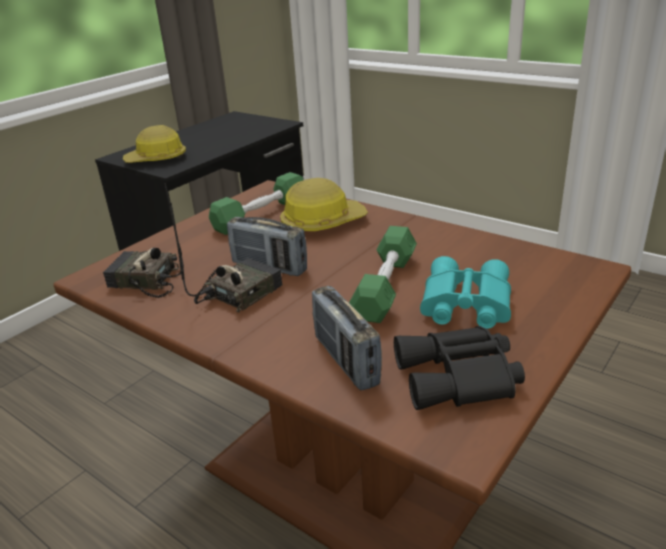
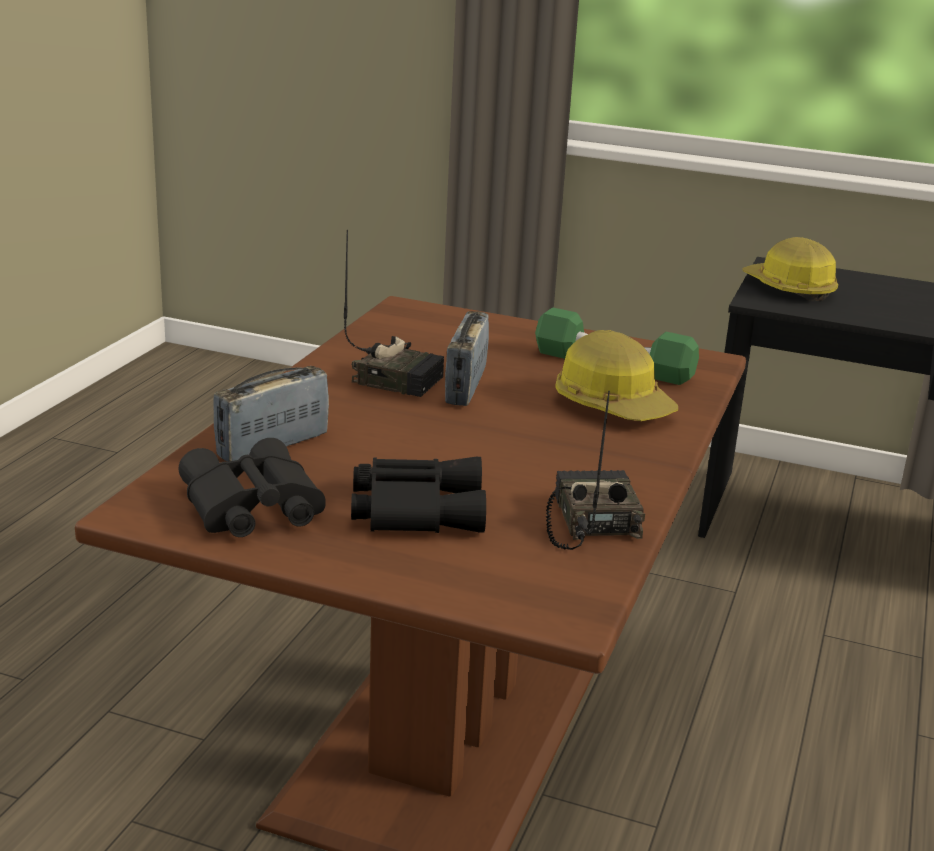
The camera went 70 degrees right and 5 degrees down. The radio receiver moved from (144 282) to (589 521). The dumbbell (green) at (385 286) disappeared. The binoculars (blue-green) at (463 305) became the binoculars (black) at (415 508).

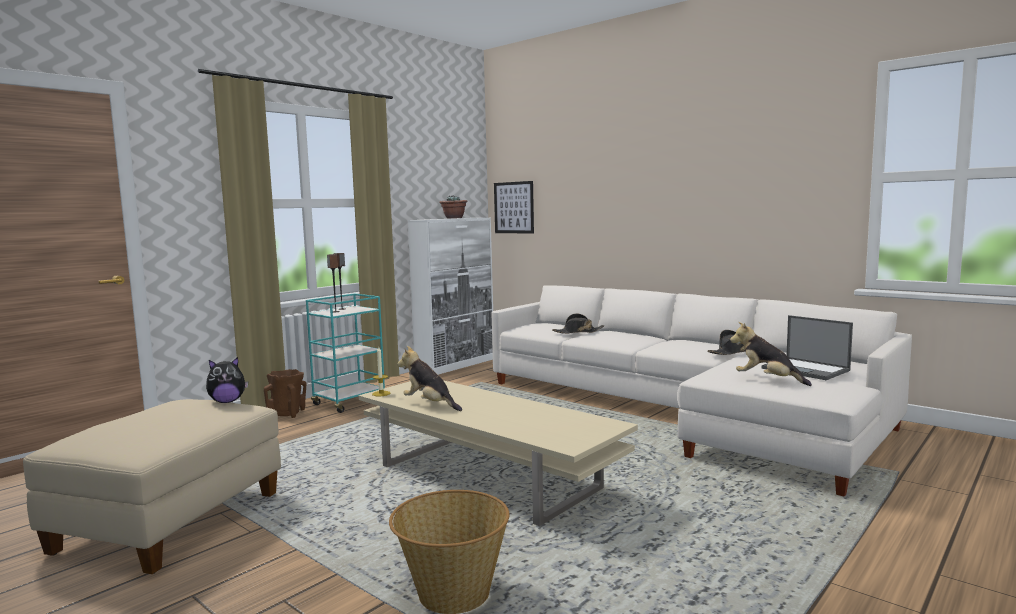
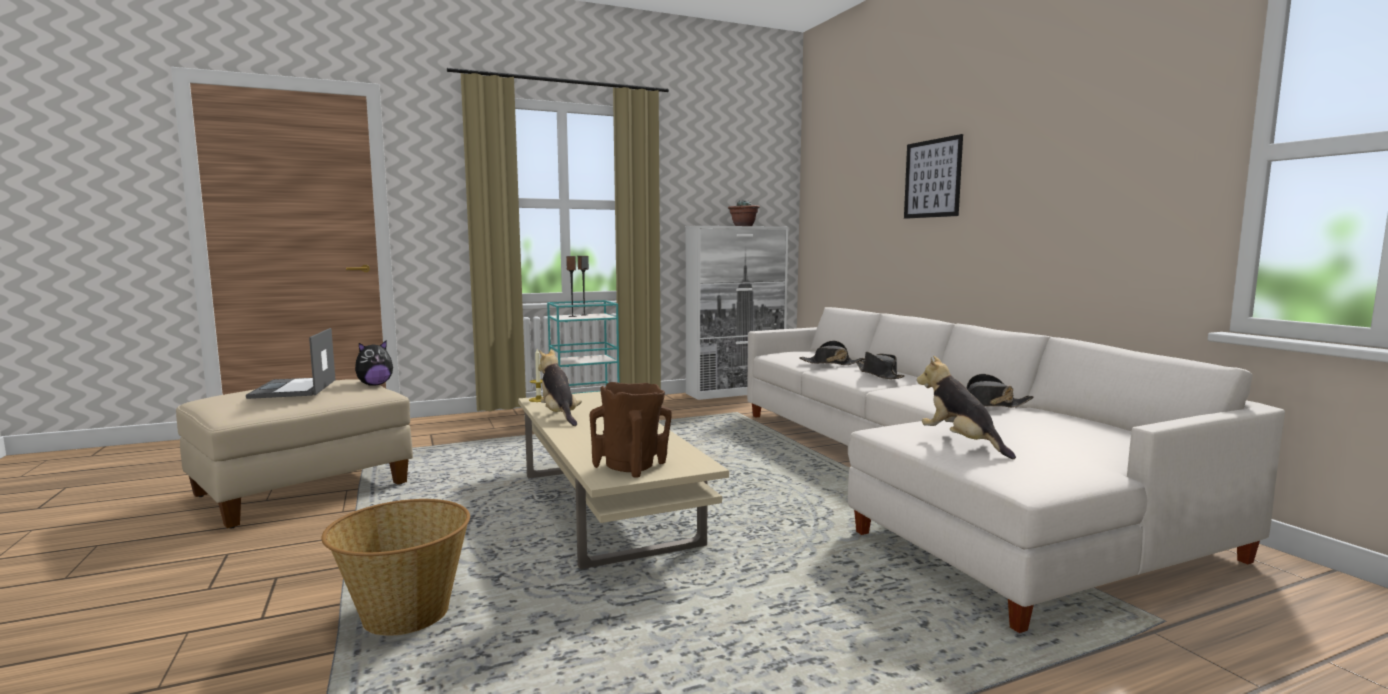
The camera went 25 degrees right and 0 degrees up. The wall picture moved from (514 207) to (932 178). The laptop moved from (806 369) to (294 389). The plush toy at (227 402) turned 45 degrees counterclockwise. The vase (brown-coloured) moved from (288 413) to (632 467). The wearable hat (black) at (879 374) appeared.

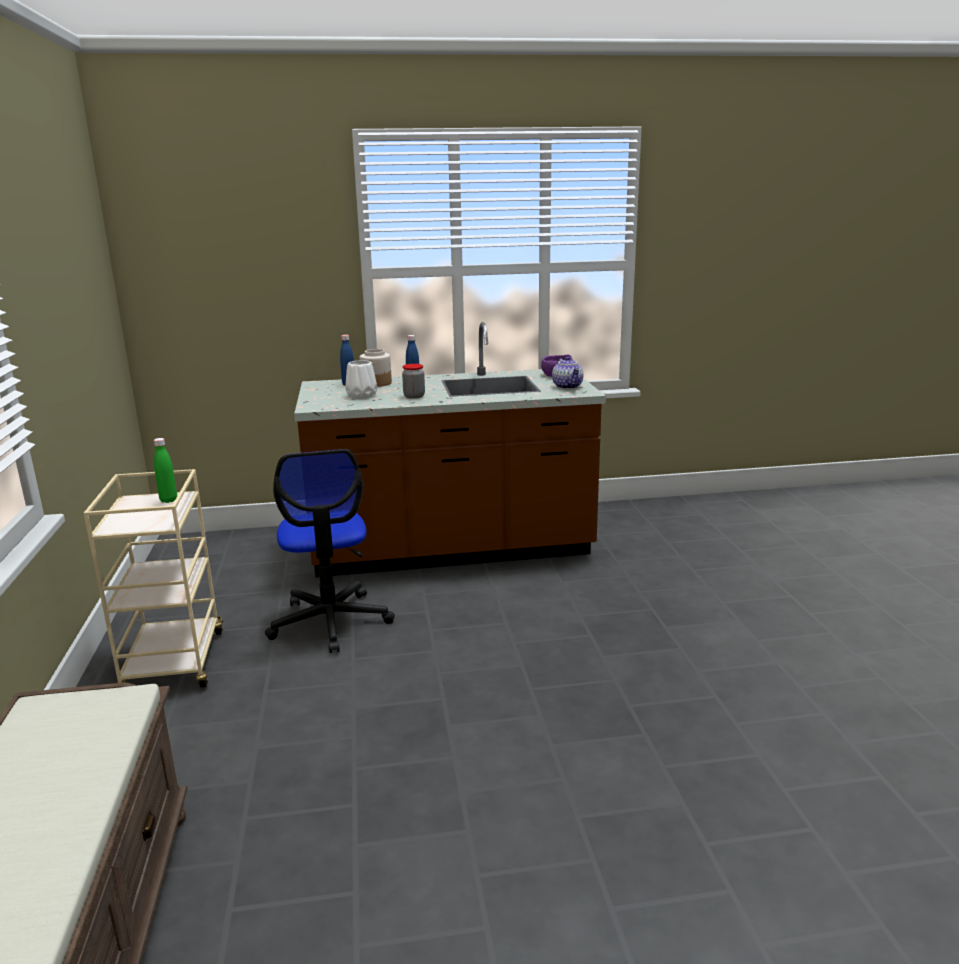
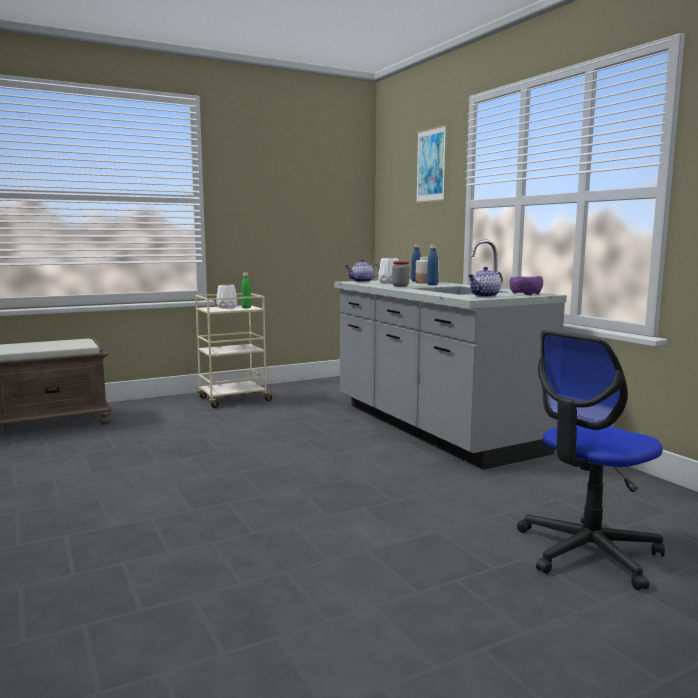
The camera went 70 degrees right and 10 degrees down. The kitchen counter (brown-coloured) at (451 549) became the kitchen counter (gray) at (432 428). The computer chair moved from (330 622) to (588 552). The wall picture at (431 165) appeared. The teapot at (362 281) appeared. The vase (white-coloured) at (226 307) appeared.

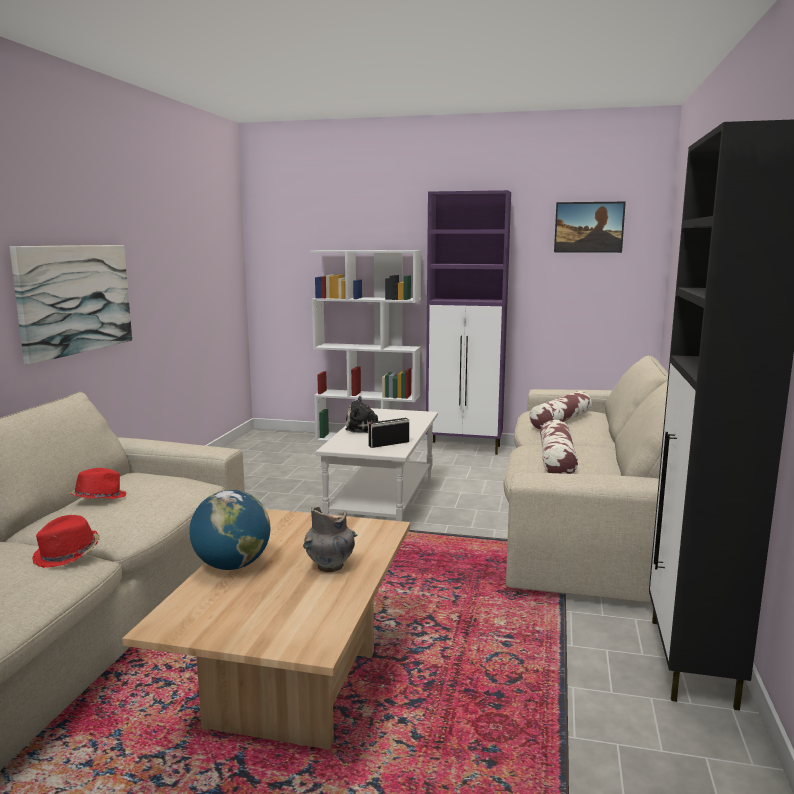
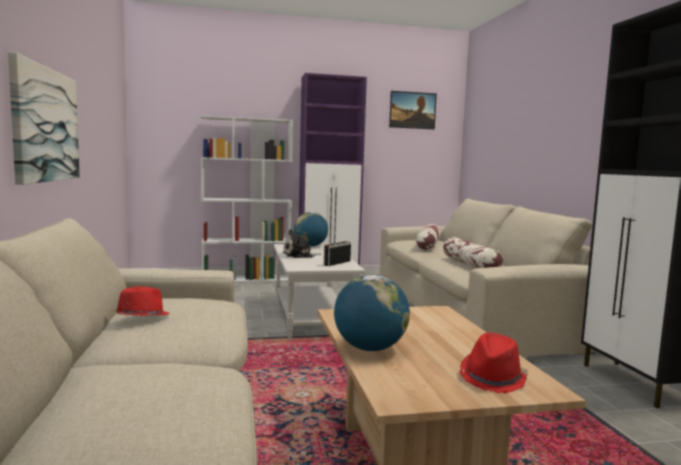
The camera went 25 degrees left and 5 degrees down. The vase (gray) at (330 566) disappeared. The wearable hat (red-coloured) moved from (67 554) to (493 378). The desk globe at (310 246) appeared.

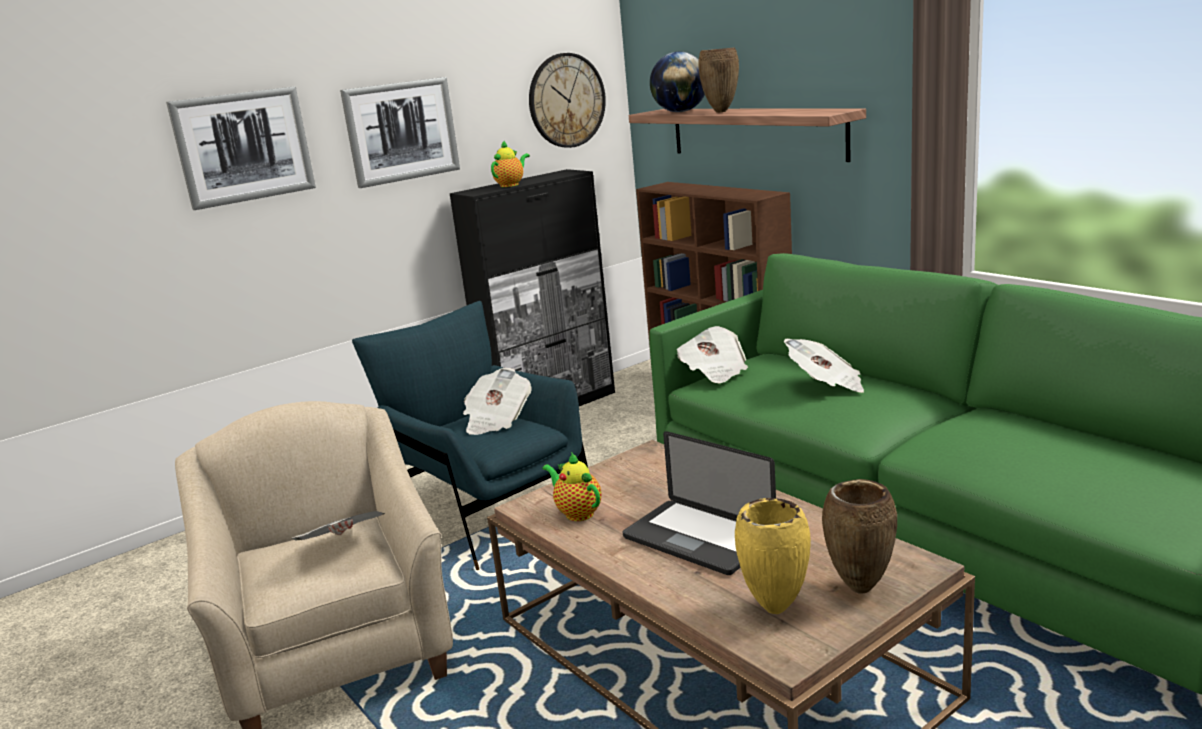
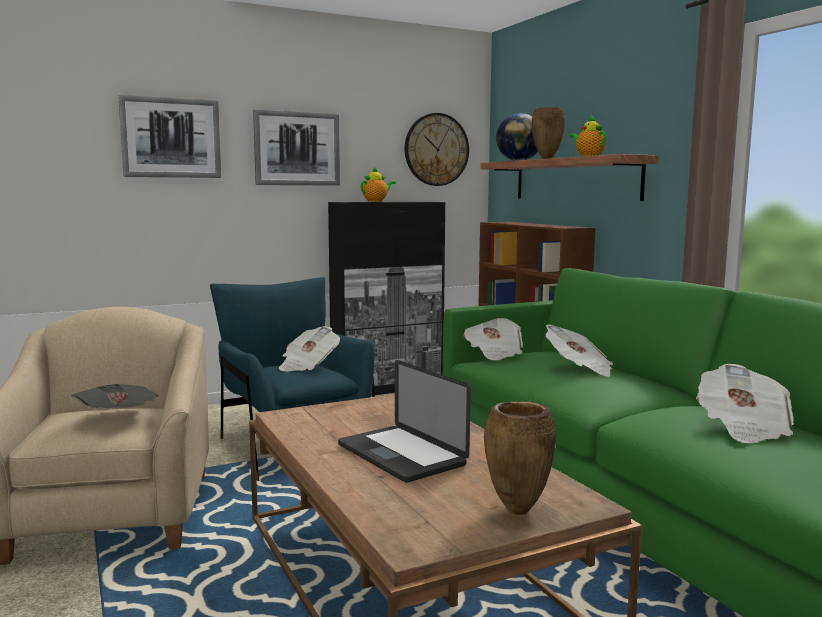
The camera went 10 degrees right and 10 degrees down. The teapot moved from (577 513) to (588 157). The vase (yellow) at (774 610) disappeared. The printed paper at (742 428) appeared.

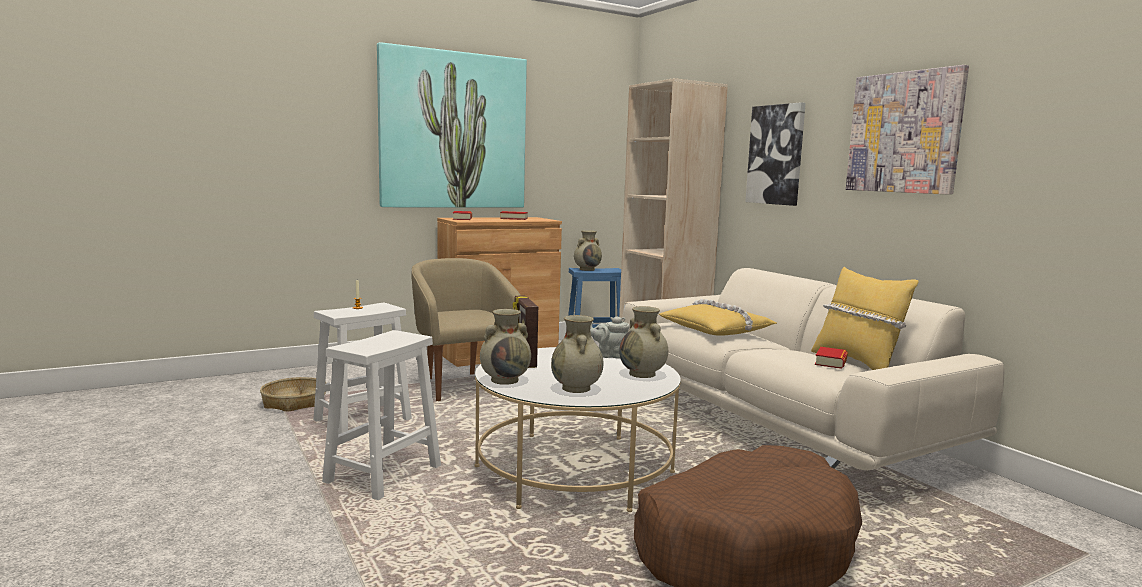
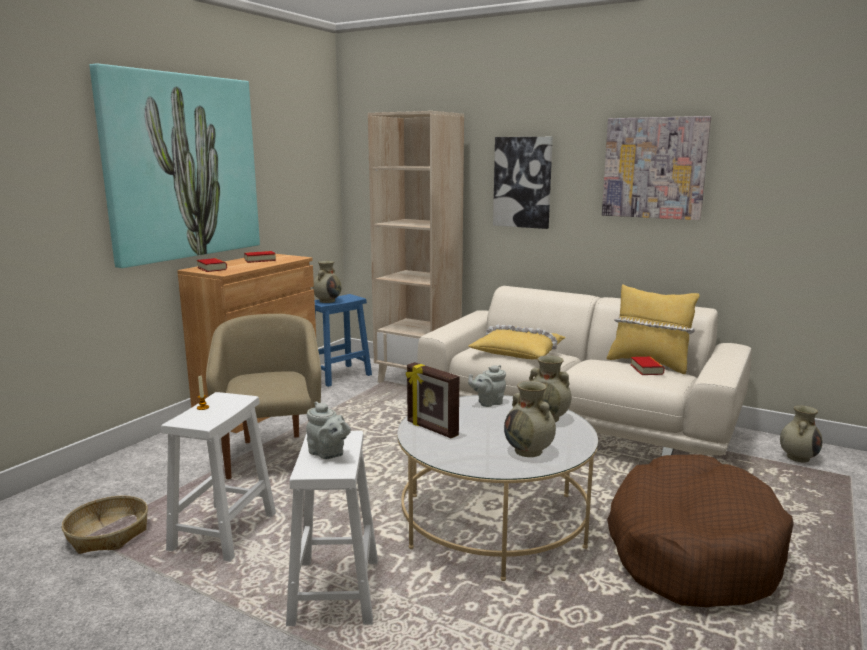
The camera went 30 degrees left and 5 degrees up. The armchair (sand-coloured) at (462 385) turned 45 degrees clockwise. The vase (sand-coloured) moved from (505 380) to (798 457). The teapot (gray) at (328 454) appeared.

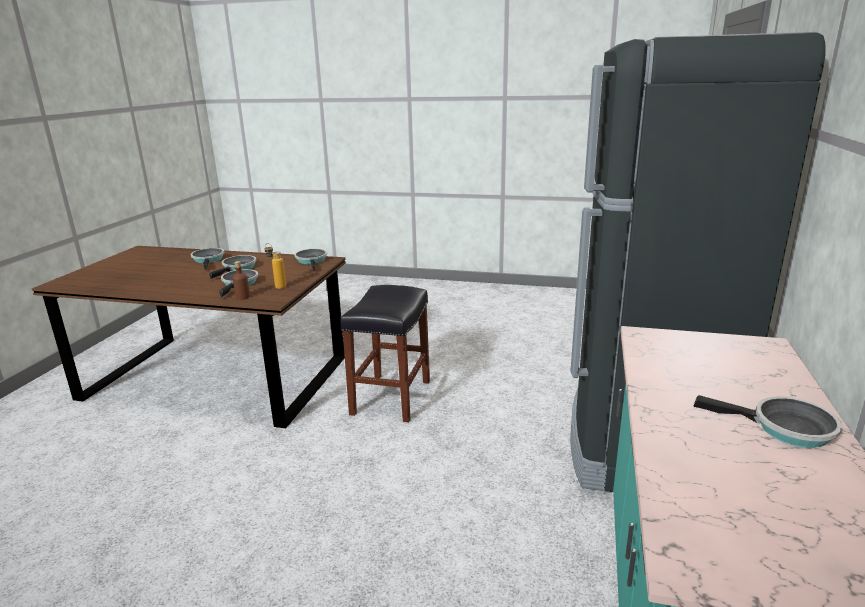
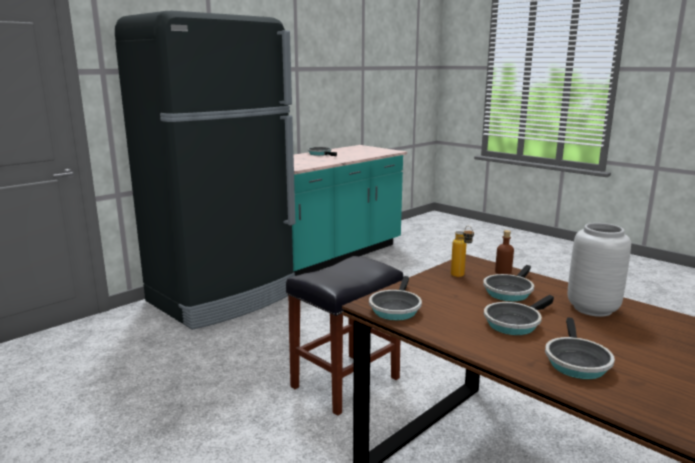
The camera went 150 degrees left and 5 degrees down. The vase (gray) at (591 308) appeared.

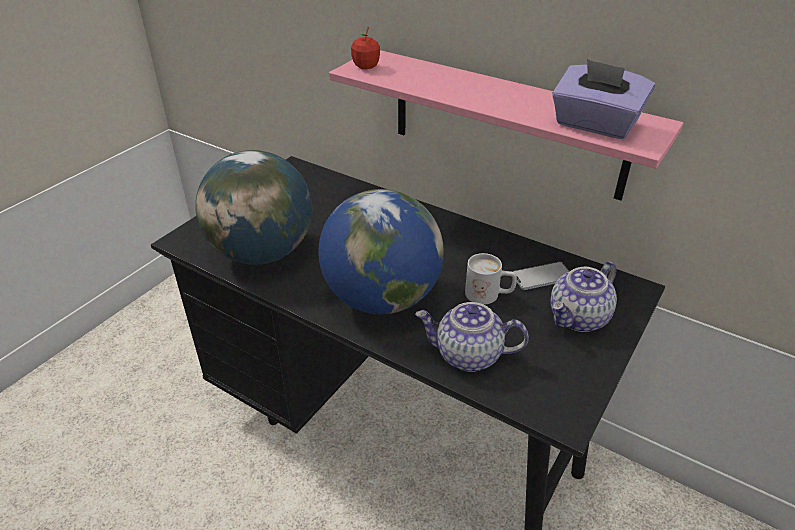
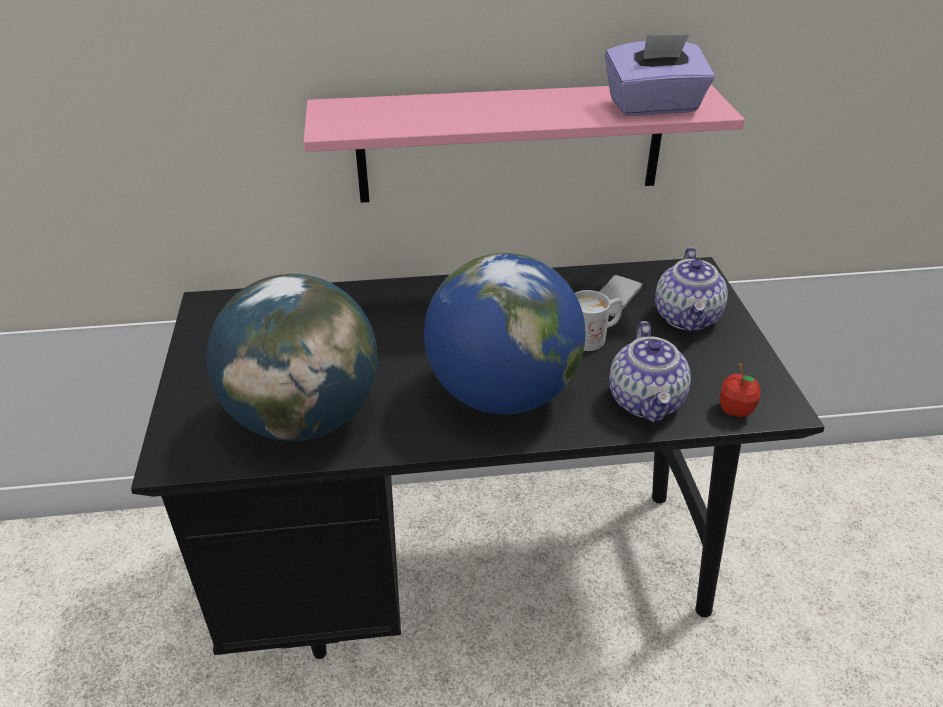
The camera went 40 degrees left and 0 degrees up. The apple moved from (366 67) to (735 410). The teapot at (467 355) turned 60 degrees counterclockwise.

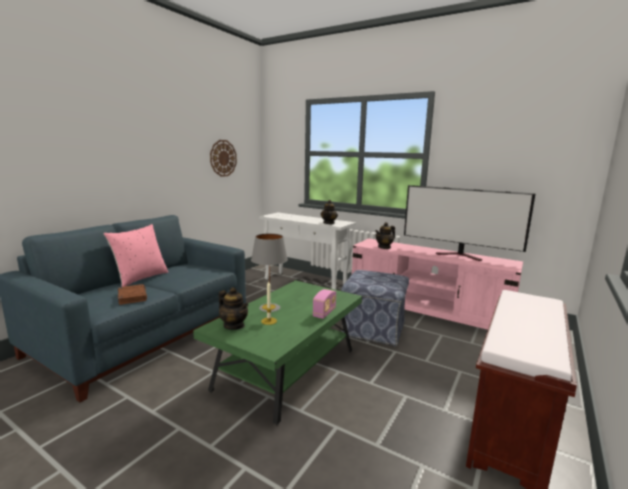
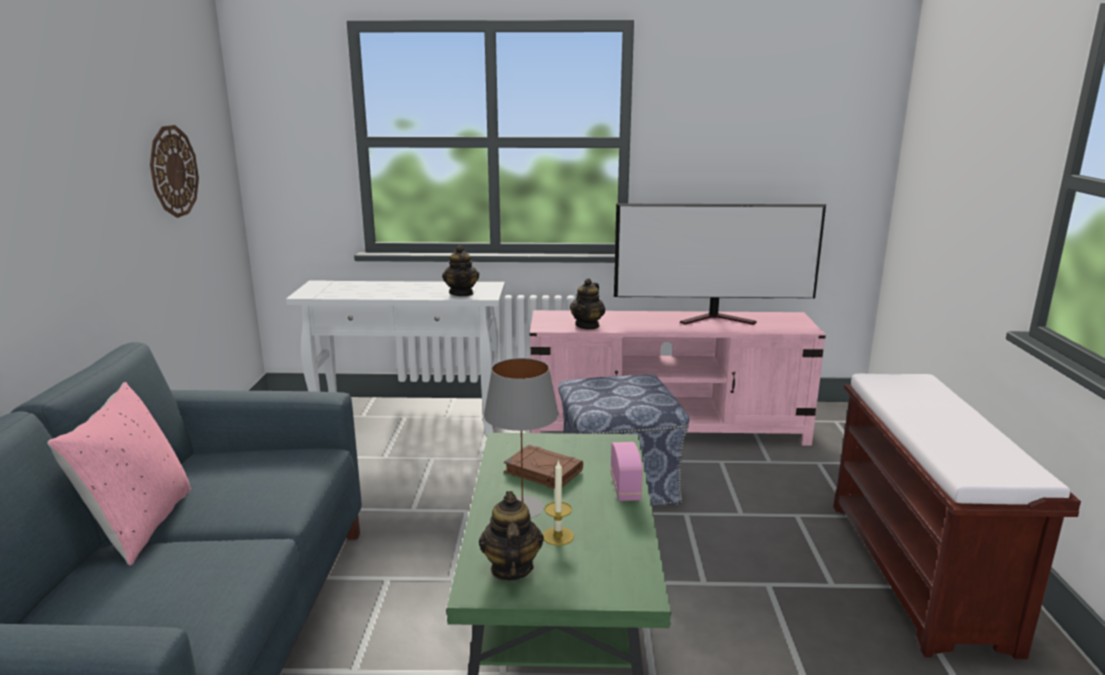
The camera went 30 degrees left and 5 degrees up. The volume (brown-coloured) moved from (132 296) to (542 471). The teapot at (234 325) turned 105 degrees counterclockwise.

